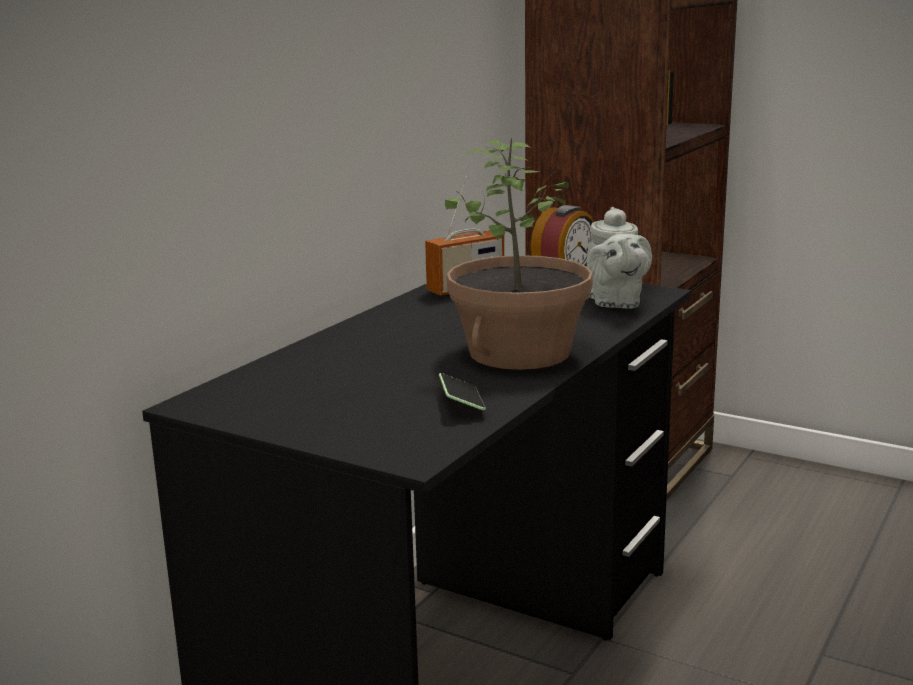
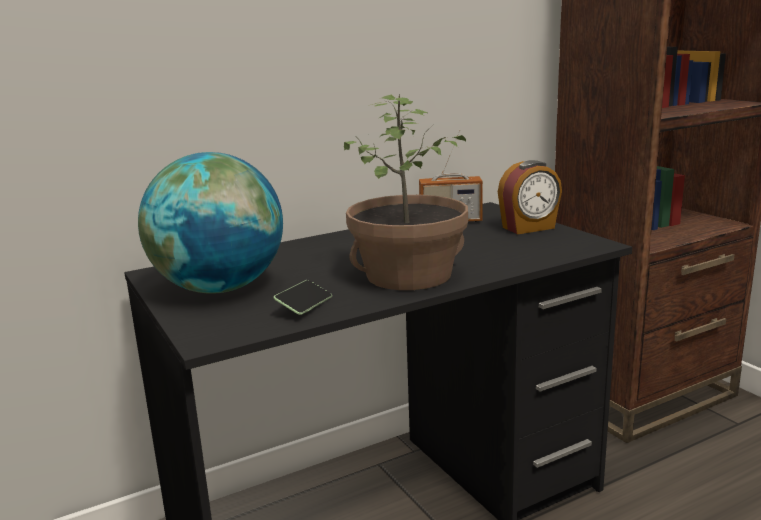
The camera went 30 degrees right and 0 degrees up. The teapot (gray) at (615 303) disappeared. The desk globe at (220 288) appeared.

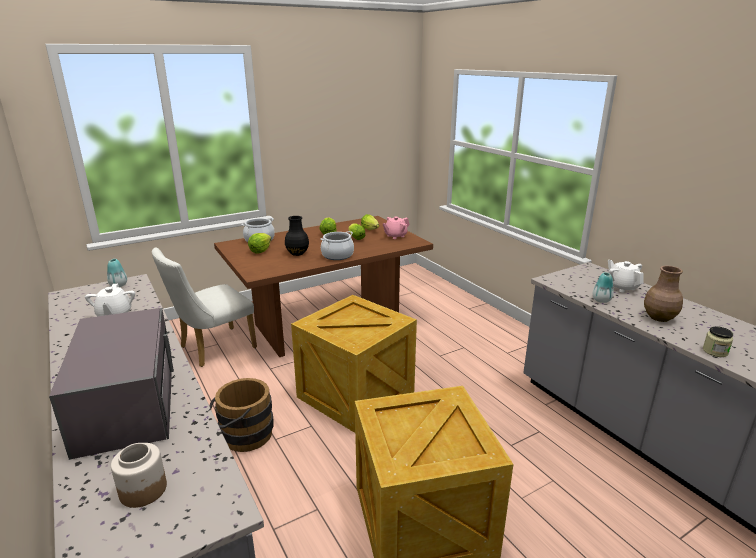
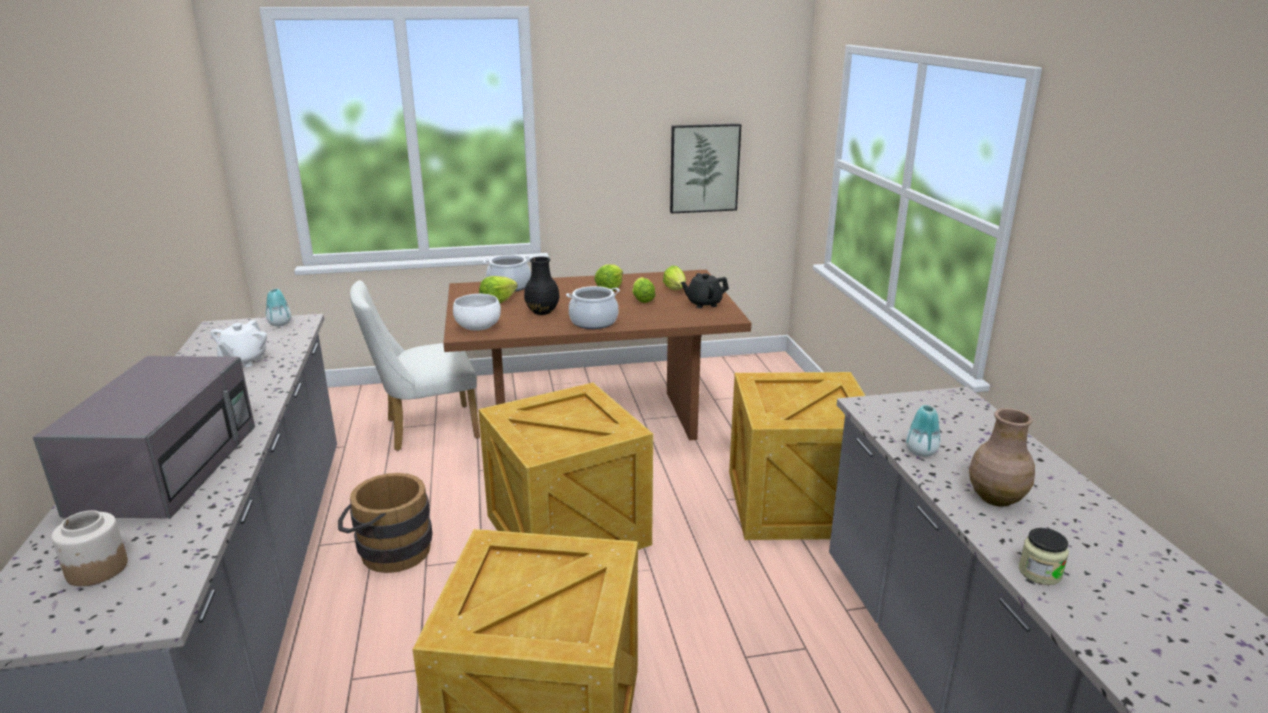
The camera went 20 degrees right and 0 degrees up. The teapot (pinkish) at (395 236) became the teapot (black) at (703 304). The teapot (white-coloured) at (621 287) disappeared. The wall picture at (704 168) appeared. The serving bowl (white-coloured) at (478 327) appeared. The packing crate at (796 502) appeared.

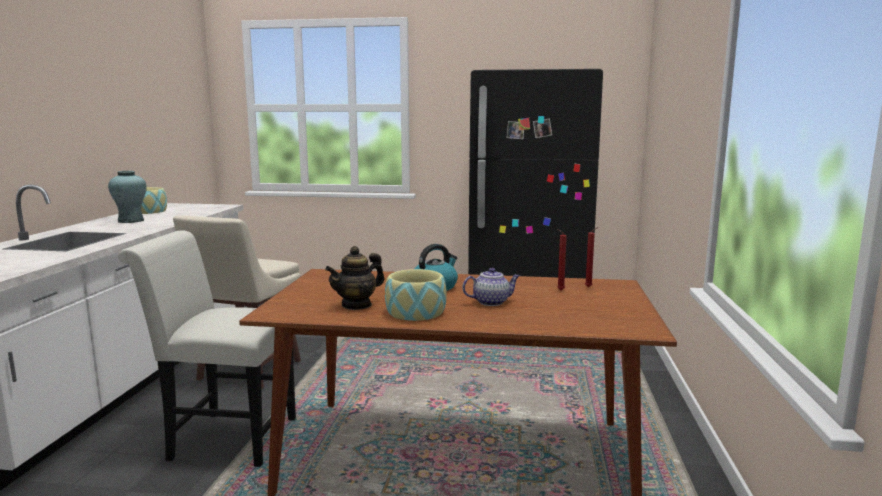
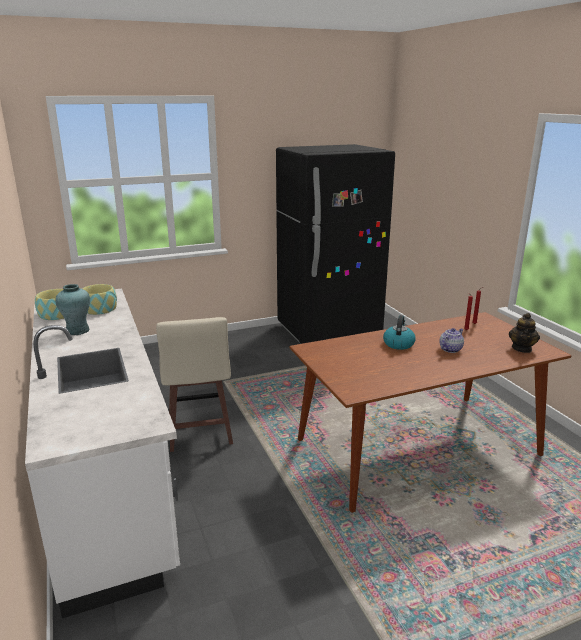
The camera went 30 degrees left and 10 degrees up. The upright chair (white-coloured) at (225 438) disappeared. The teapot moved from (357 305) to (522 348). The serving bowl moved from (415 312) to (99 309).

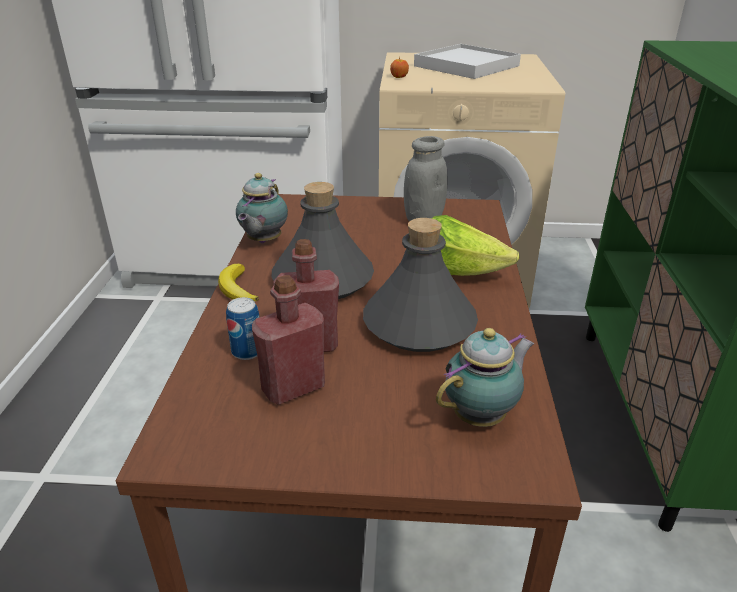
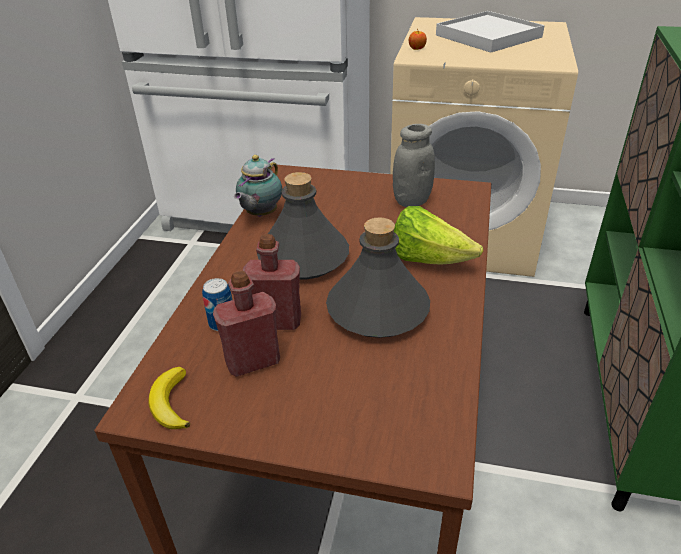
The camera went 10 degrees right and 5 degrees up. The banana fruit moved from (237 288) to (171 403). The teapot at (482 416) disappeared.

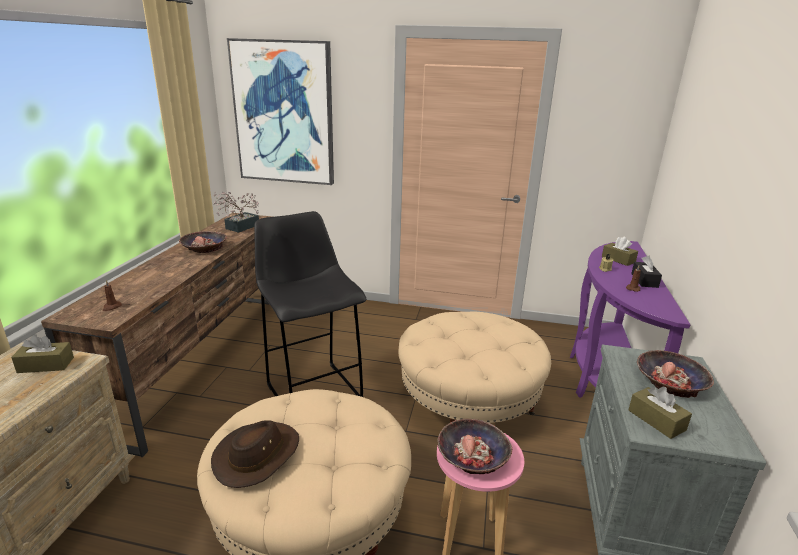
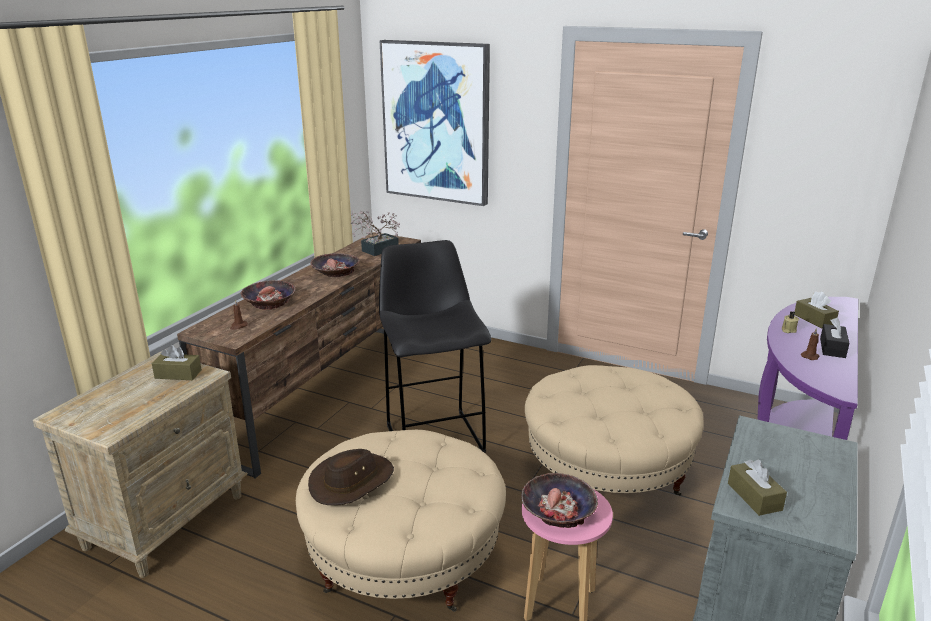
The camera went 15 degrees right and 0 degrees up. The serving bowl moved from (670 382) to (269 301).

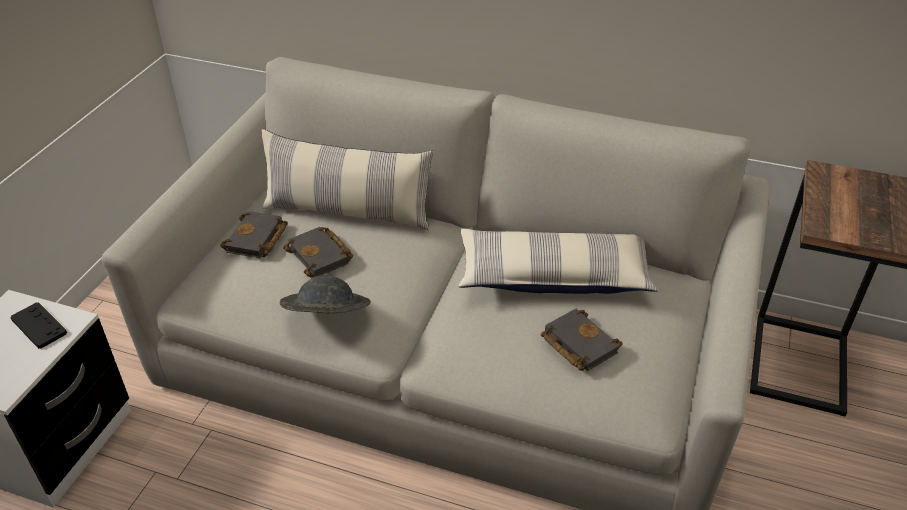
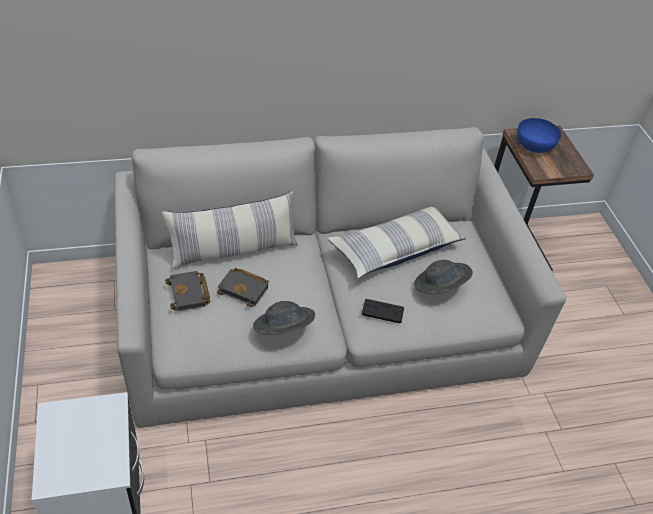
The camera went 35 degrees left and 5 degrees up. The gamepad (black) moved from (39 326) to (382 311). The volume (black) at (577 344) was replaced by the wearable hat (gray) at (440 288). The serving bowl (blue) at (534 146) appeared.

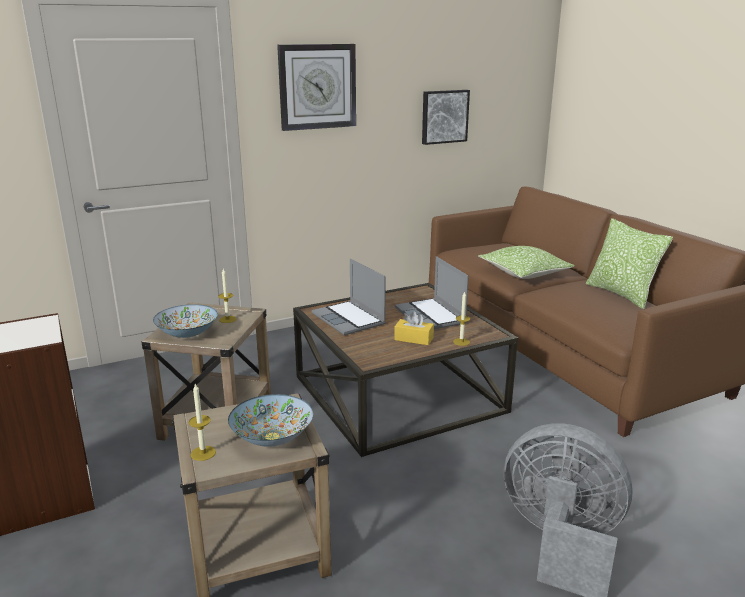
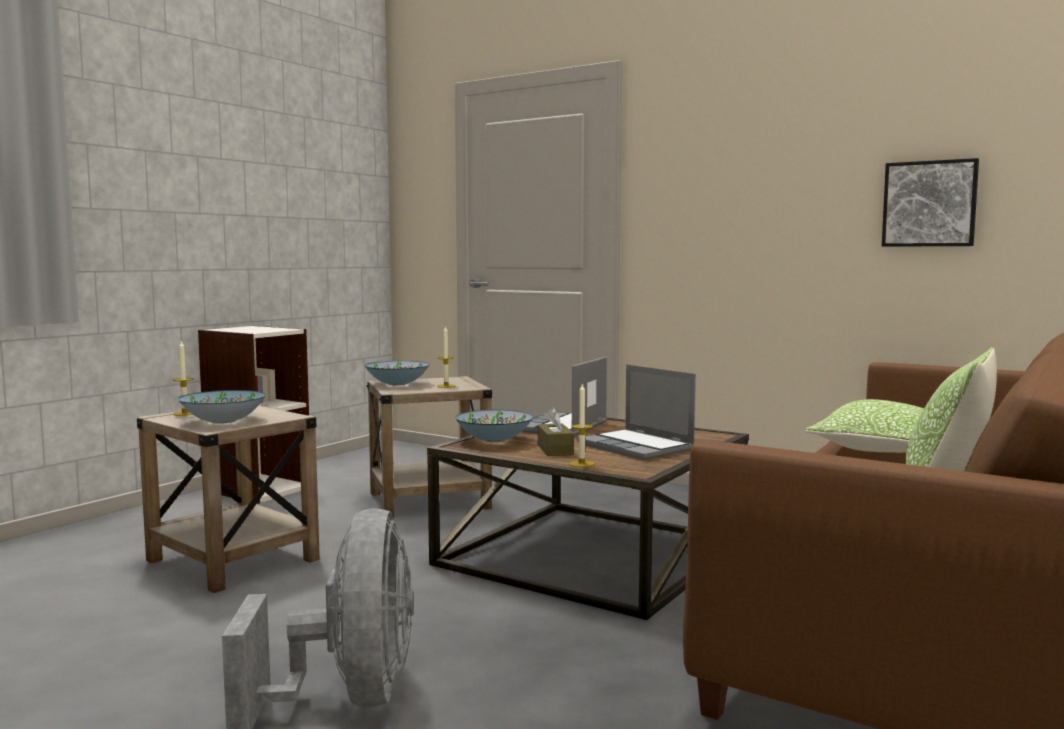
The camera went 60 degrees right and 15 degrees down. The hanging clock at (317 87) disappeared. The laptop at (431 316) turned 75 degrees counterclockwise. The tissue holder (yellow) at (413 339) became the tissue holder (brown-coloured) at (555 450). The serving bowl at (494 440) appeared.

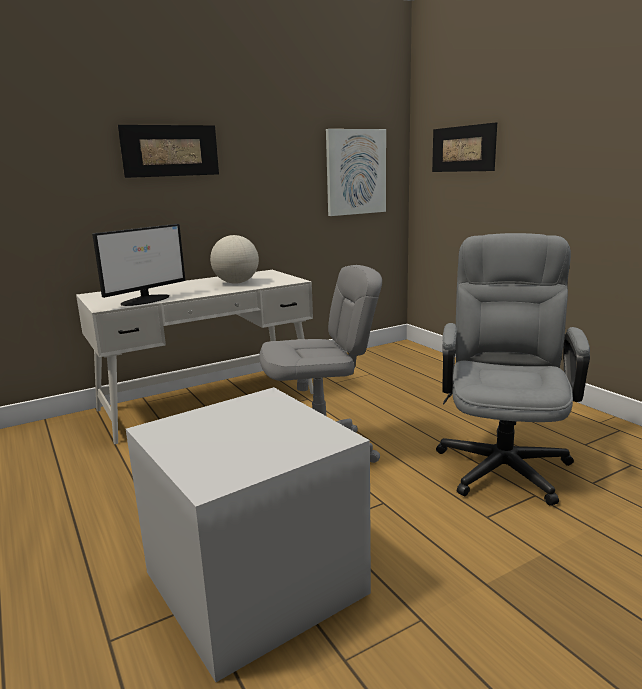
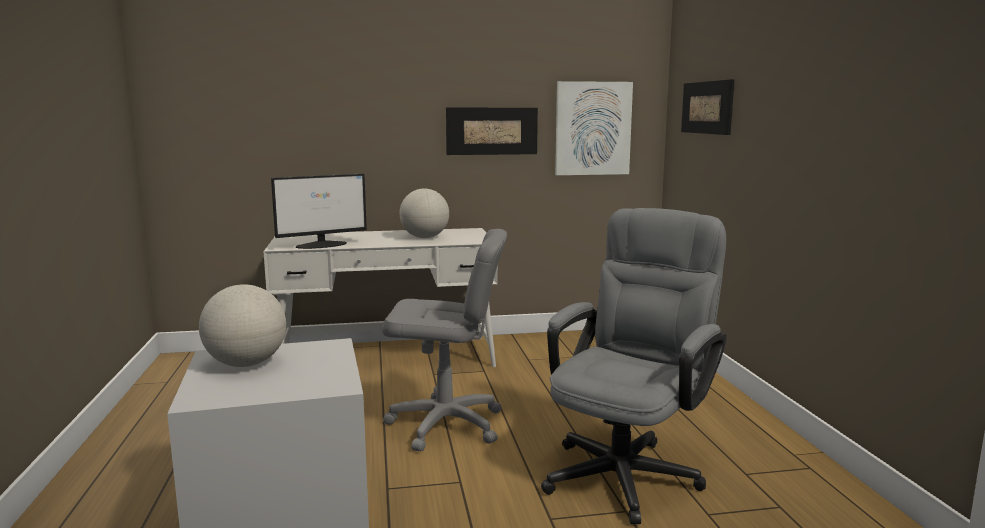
The camera went 20 degrees right and 5 degrees down. The wall picture moved from (170 151) to (491 131). The desk globe at (246 364) appeared.

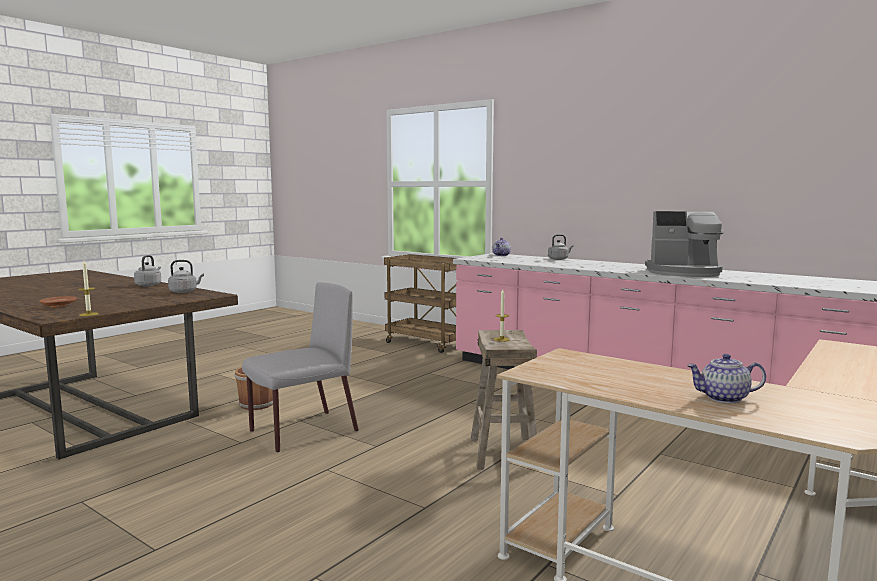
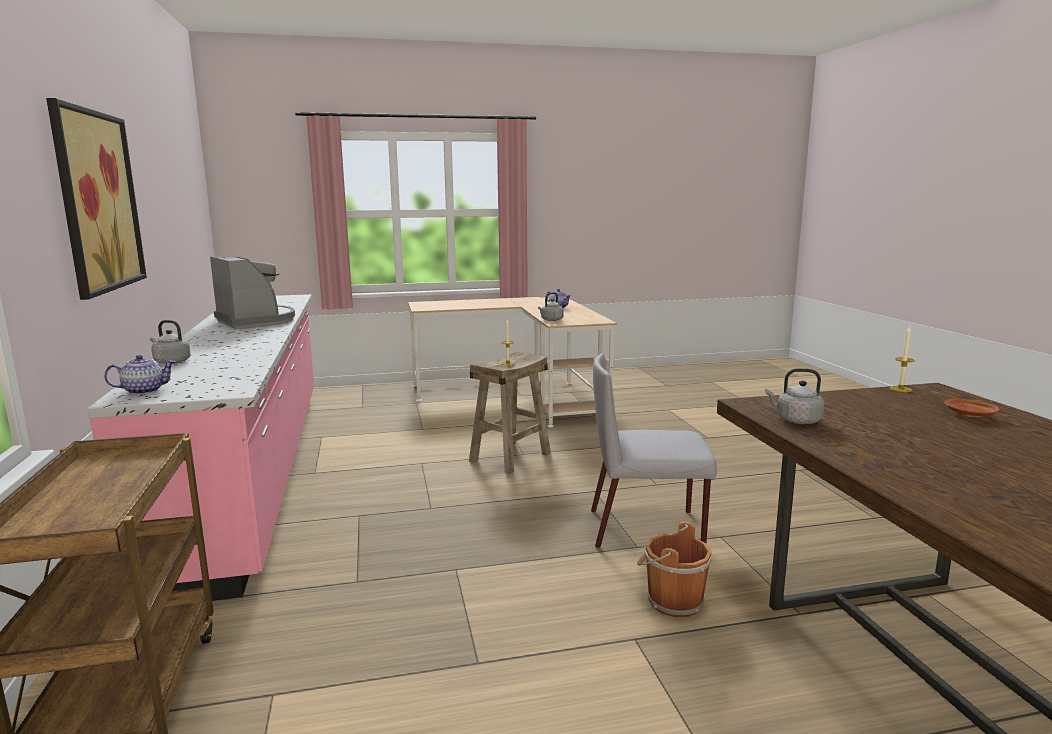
The camera went 140 degrees left and 5 degrees up. The tea kettle (gray) moved from (149 285) to (551 320). The wall picture at (98 201) appeared.

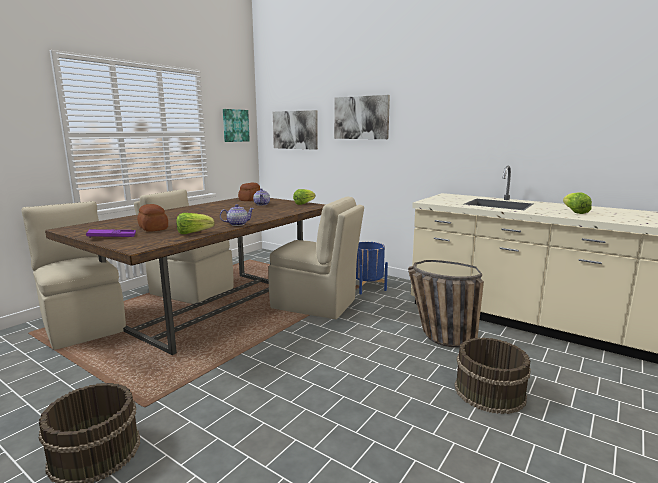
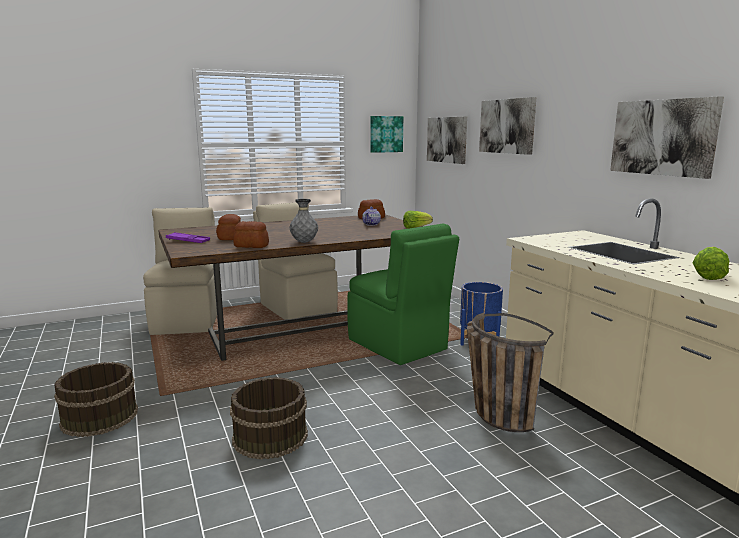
The camera went 30 degrees right and 0 degrees up. The upright chair (sand-coloured) at (316 304) became the upright chair (green) at (398 345). The teapot at (237 224) was replaced by the vase (gray) at (304 242). The lettuce at (193 233) was replaced by the bakery bread at (251 246). The bucket (brown-coloured) moved from (488 392) to (269 436). The wall picture at (663 137) appeared.

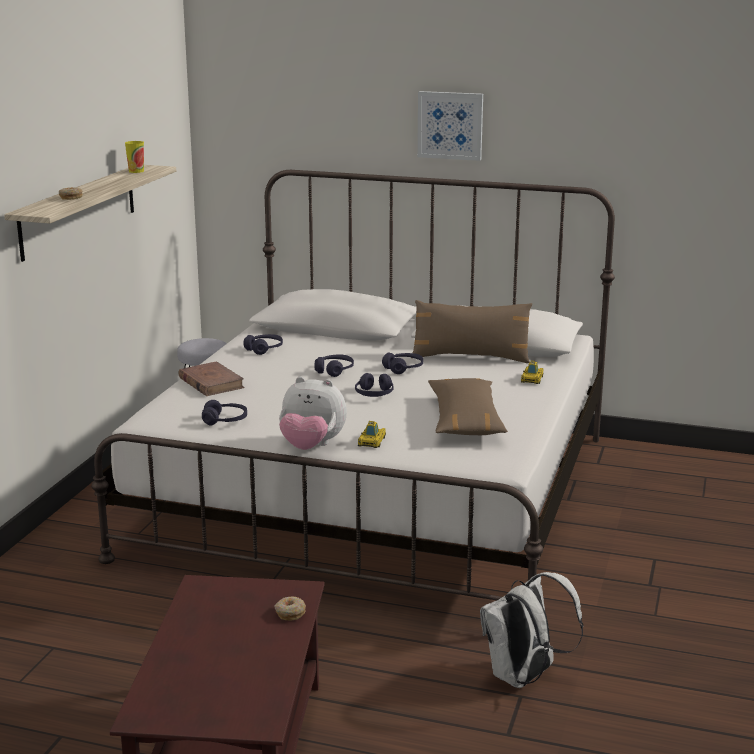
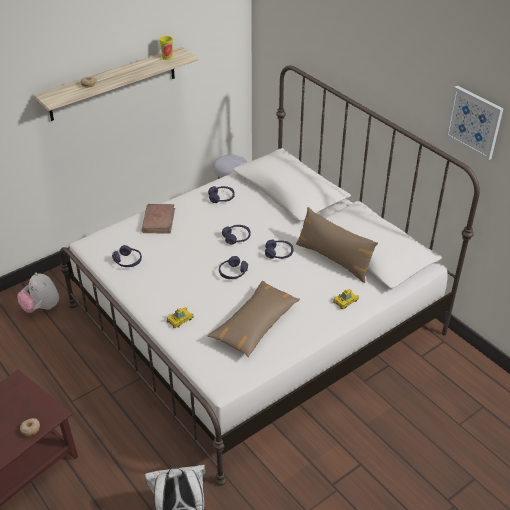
The camera went 35 degrees right and 20 degrees up. The wall picture moved from (450 125) to (474 122). The plush toy moved from (311 446) to (42 307).

